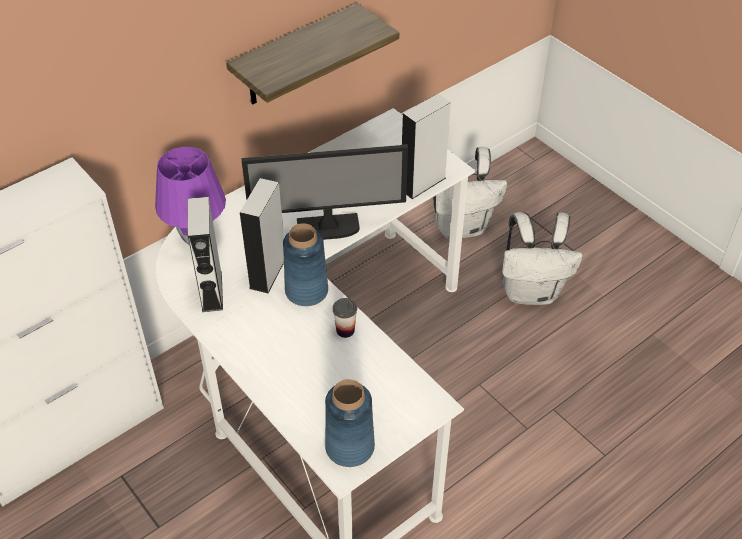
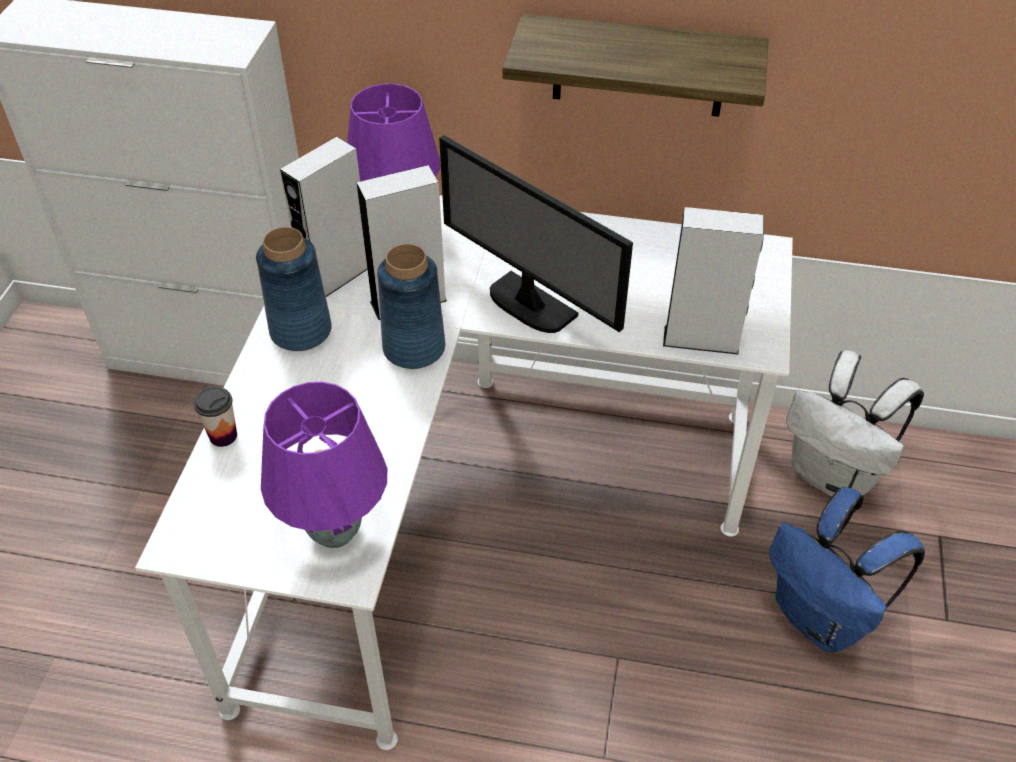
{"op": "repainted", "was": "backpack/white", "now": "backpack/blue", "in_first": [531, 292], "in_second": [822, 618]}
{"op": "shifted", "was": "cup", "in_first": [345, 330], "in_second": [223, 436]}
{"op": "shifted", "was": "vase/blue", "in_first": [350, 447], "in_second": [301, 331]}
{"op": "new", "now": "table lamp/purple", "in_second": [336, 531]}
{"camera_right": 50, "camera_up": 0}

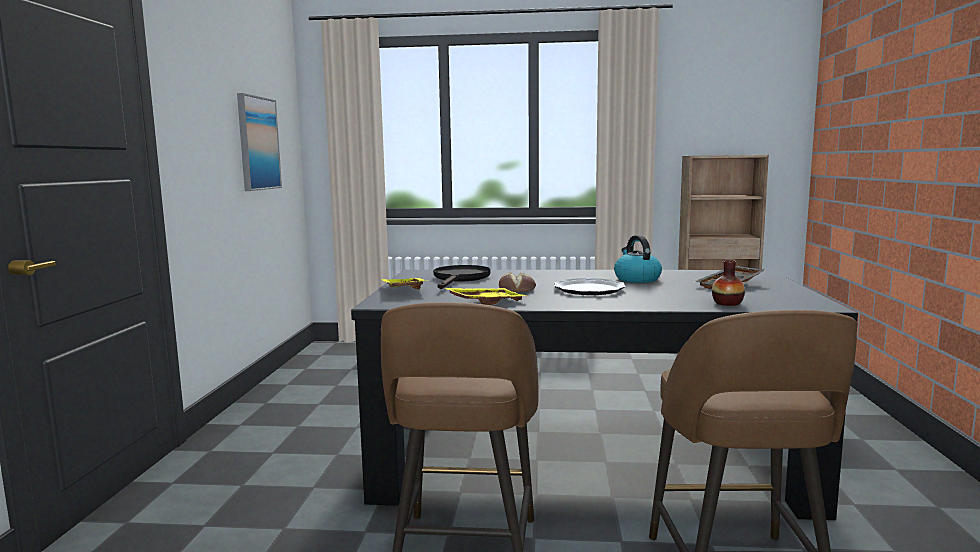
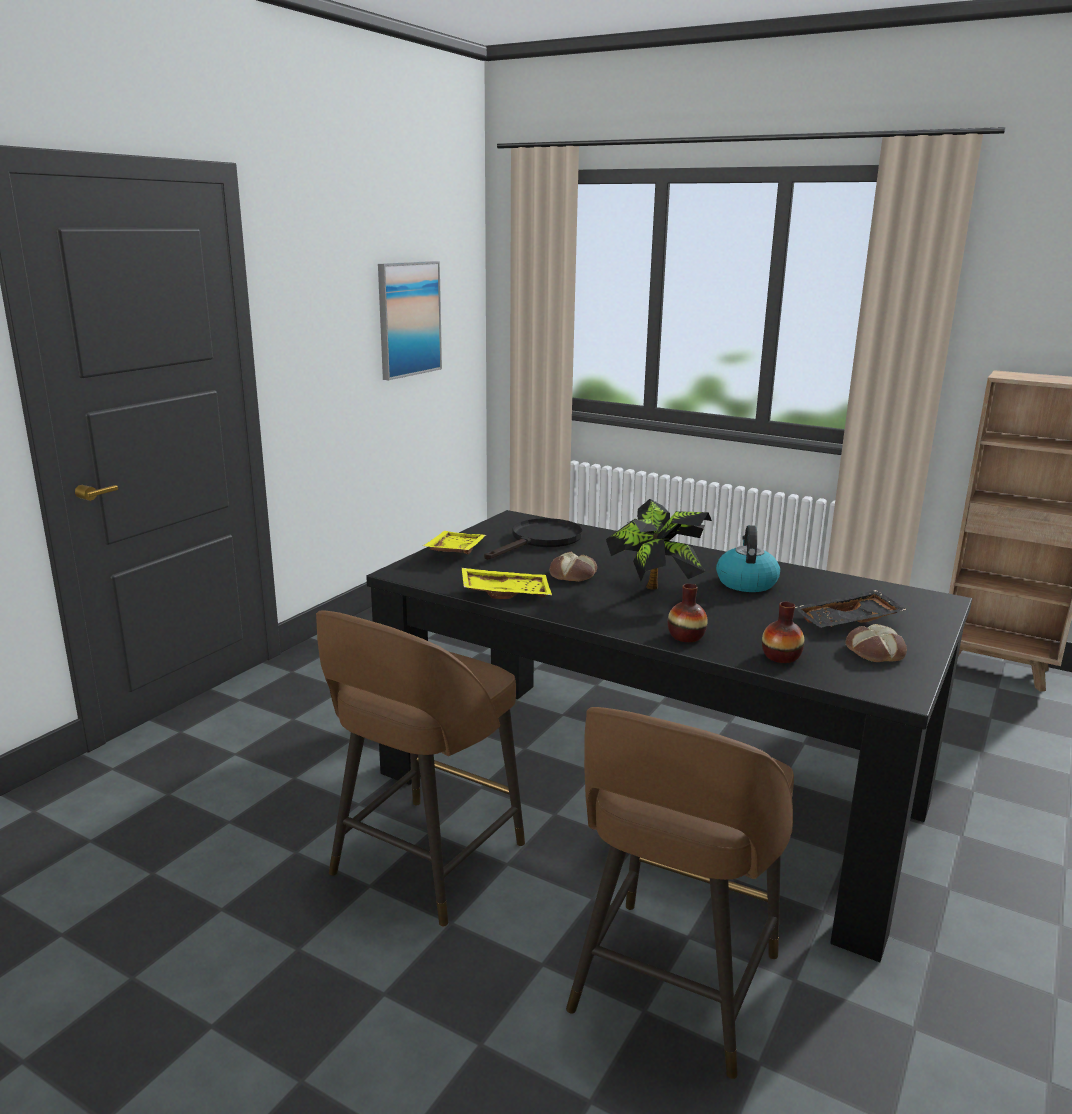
{"op": "swapped", "was": "plate", "now": "potted plant", "in_first": [589, 289], "in_second": [655, 592]}
{"op": "new", "now": "vase", "in_second": [686, 636]}
{"op": "new", "now": "bread", "in_second": [873, 652]}
{"camera_right": 25, "camera_up": 10}

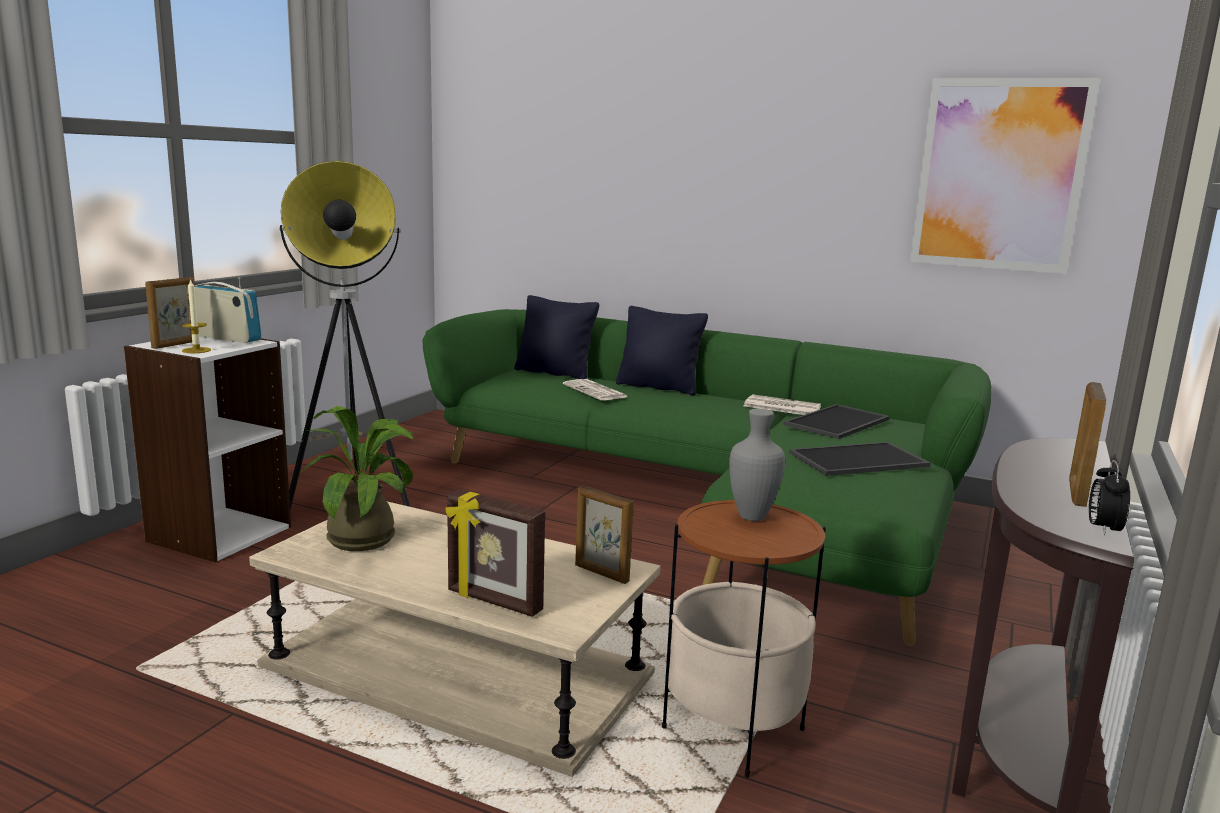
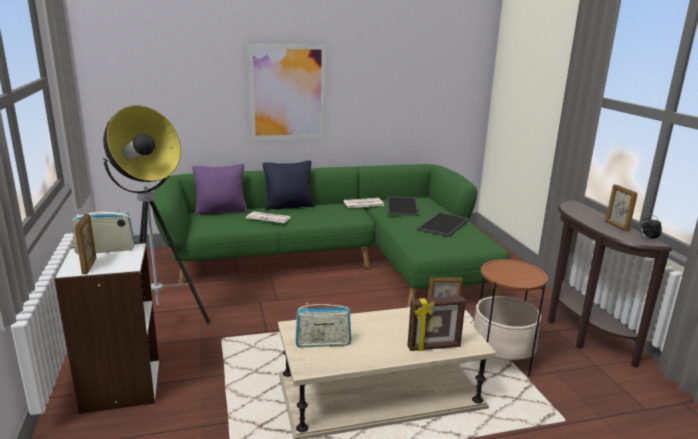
{"op": "shifted", "was": "picture", "in_first": [999, 175], "in_second": [287, 92]}
{"op": "gone", "was": "candle", "in_first": [196, 350]}
{"op": "repainted", "was": "pillow/black", "now": "pillow/purple", "in_first": [554, 373], "in_second": [221, 211]}
{"op": "swapped", "was": "potted plant", "now": "radio", "in_first": [368, 536], "in_second": [323, 343]}
{"op": "gone", "was": "vase/grey", "in_first": [750, 517]}
{"camera_right": -40, "camera_up": 5}

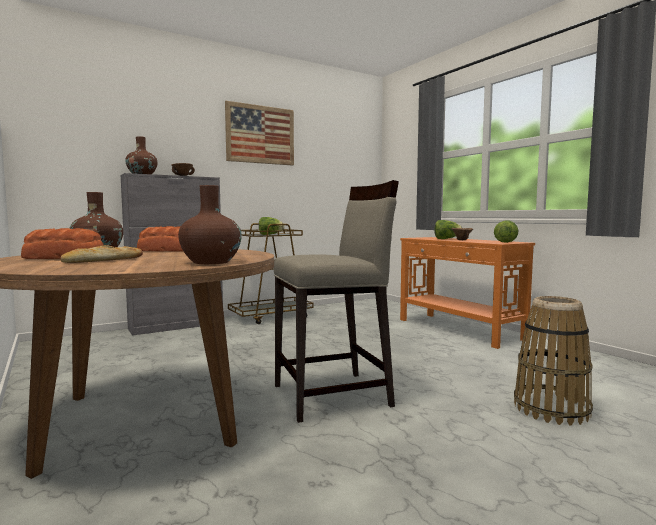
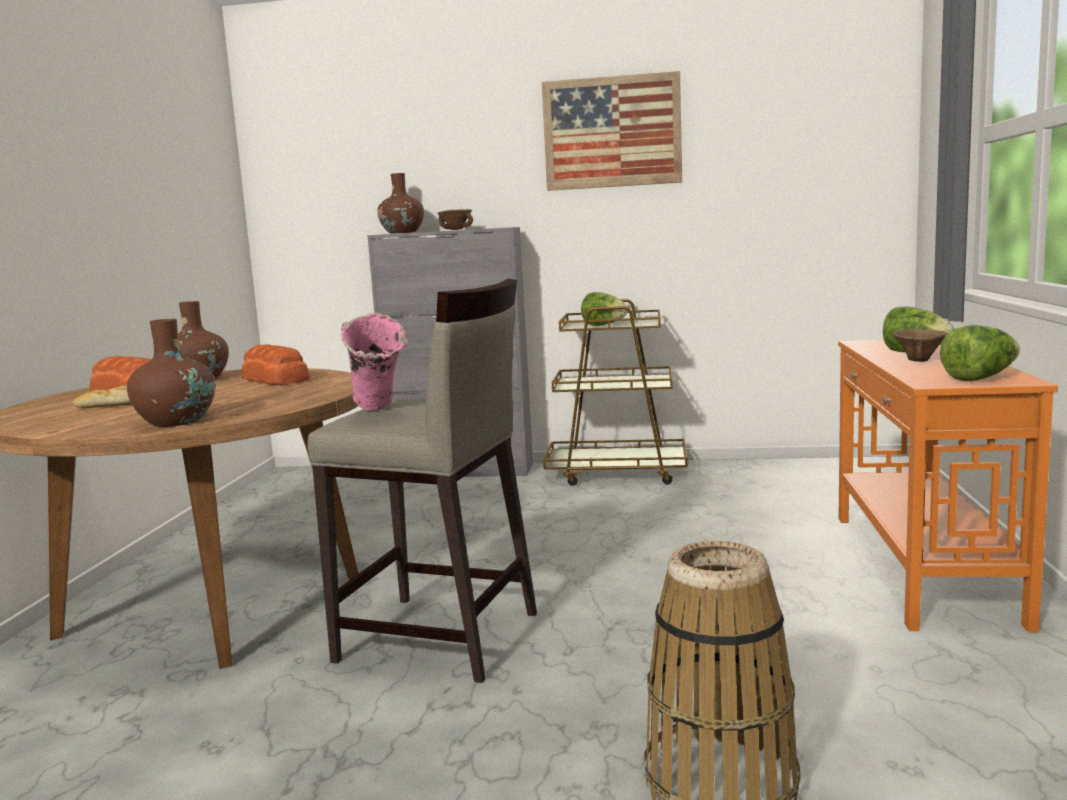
{"op": "new", "now": "vase/pink", "in_second": [378, 413]}
{"camera_right": 40, "camera_up": 5}

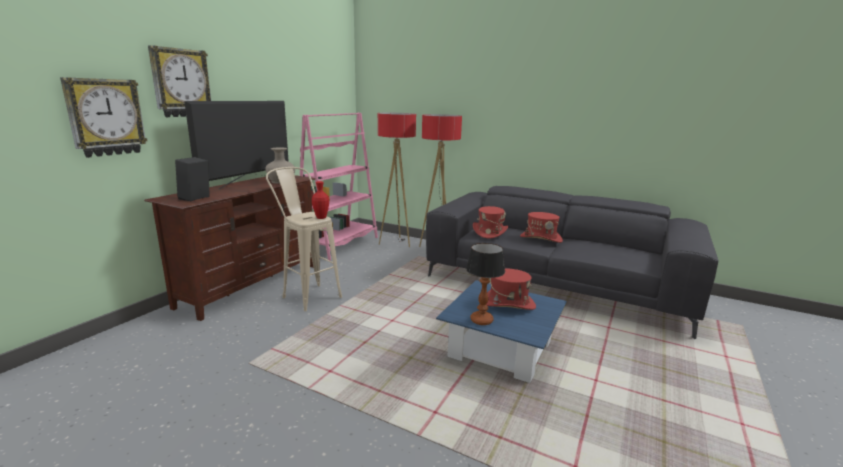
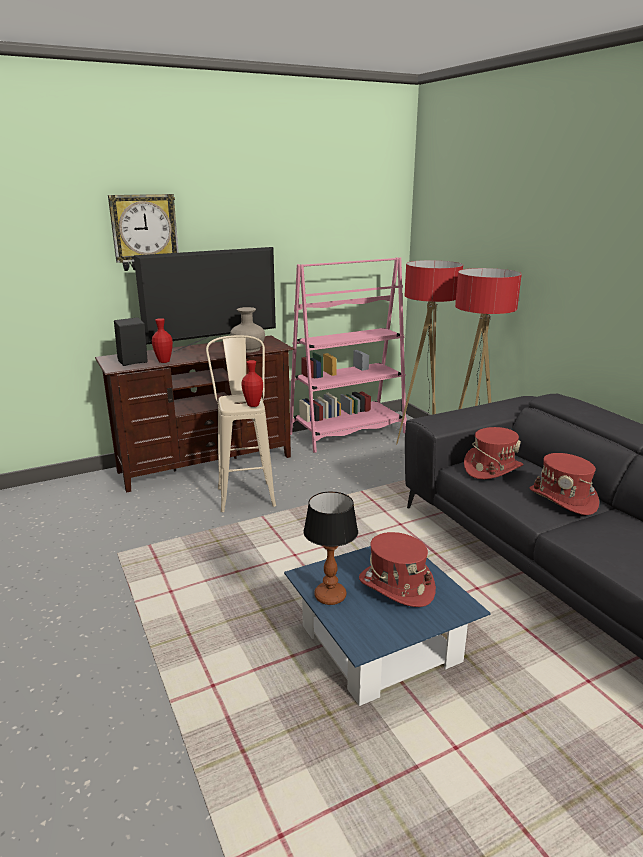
{"op": "gone", "was": "wall clock", "in_first": [105, 117]}
{"op": "new", "now": "vase/red", "in_second": [164, 361]}
{"camera_right": 35, "camera_up": 5}

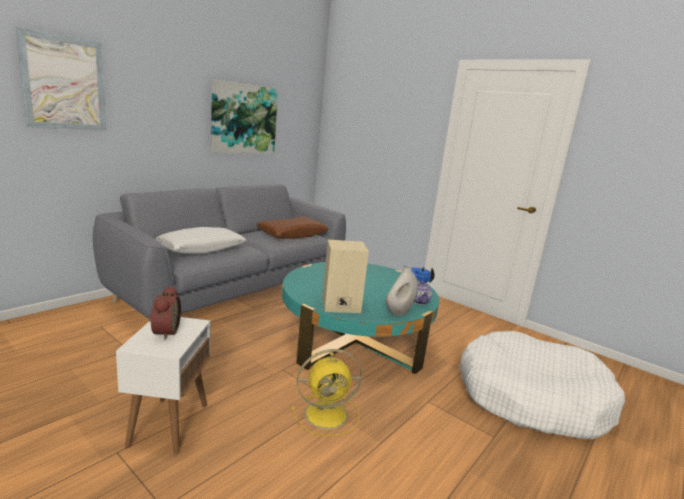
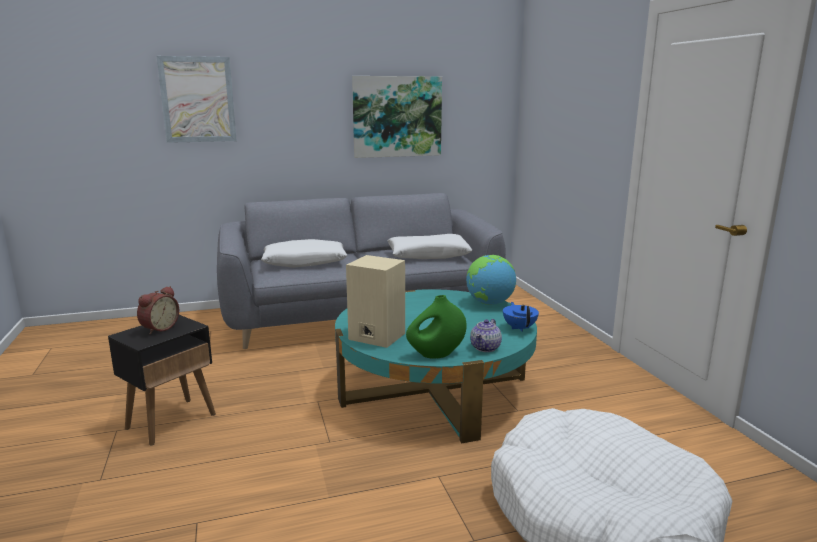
{"op": "repainted", "was": "pillow/brown", "now": "pillow/white", "in_first": [292, 234], "in_second": [428, 255]}
{"op": "repainted", "was": "vase/white", "now": "vase/green", "in_first": [399, 312], "in_second": [436, 355]}
{"op": "repainted", "was": "side table/white", "now": "side table/black", "in_first": [169, 424], "in_second": [172, 421]}
{"op": "gone", "was": "fan/yellow", "in_first": [328, 414]}
{"op": "new", "now": "globe", "in_second": [489, 303]}
{"camera_right": 35, "camera_up": 0}

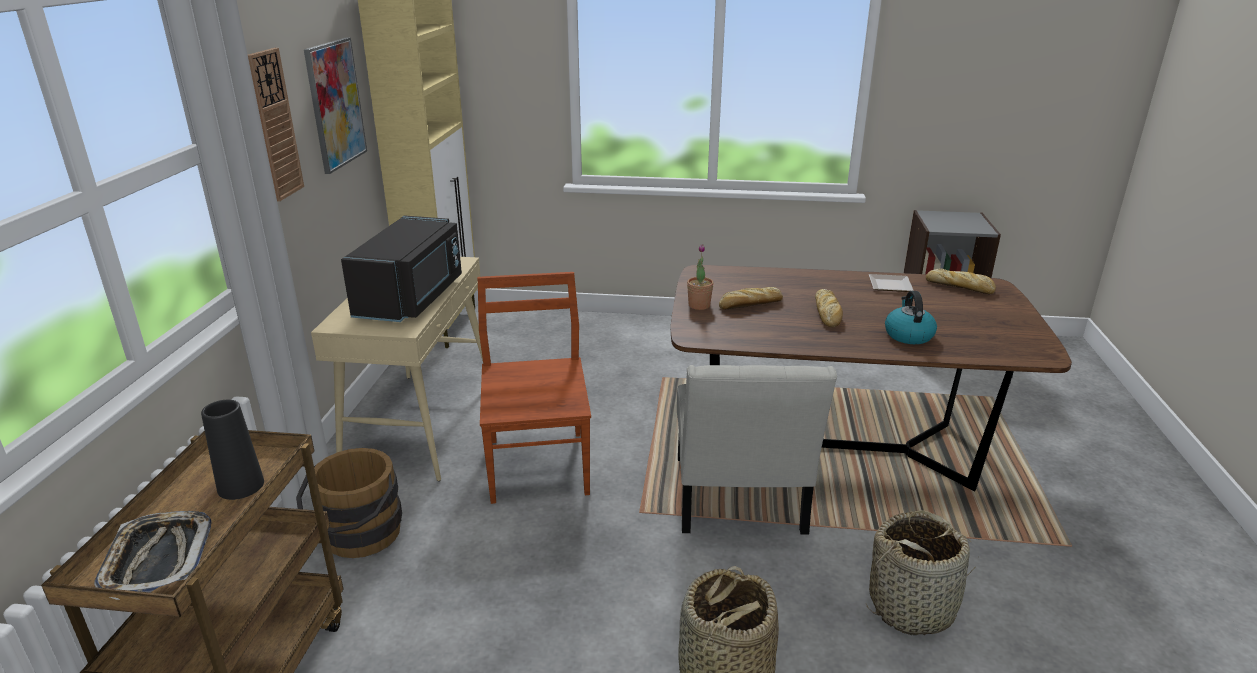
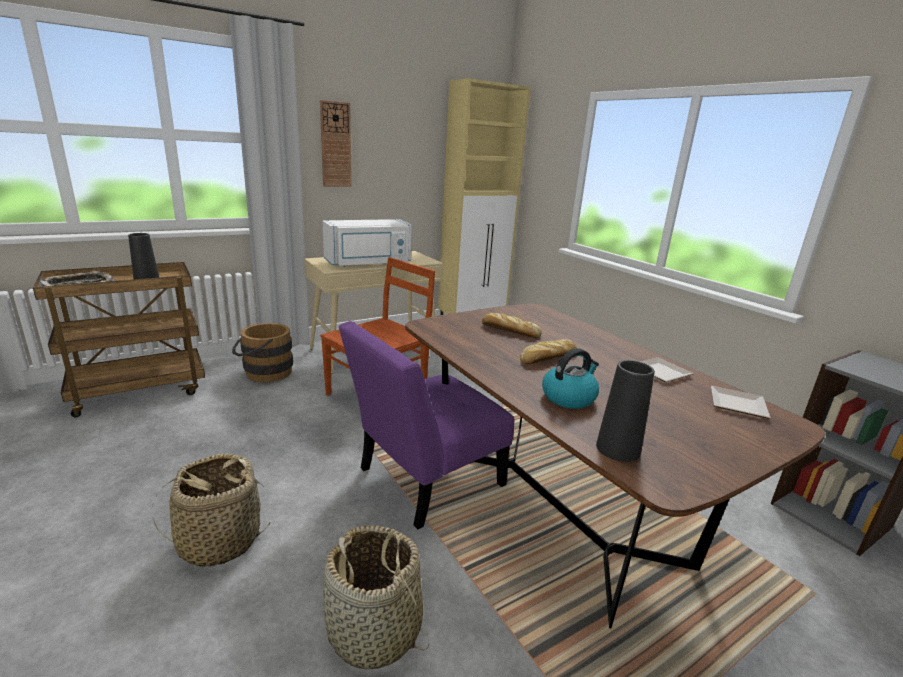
{"op": "gone", "was": "picture", "in_first": [335, 104]}
{"op": "repainted", "was": "microwave/black", "now": "microwave/white", "in_first": [412, 298], "in_second": [369, 263]}
{"op": "gone", "was": "potted plant", "in_first": [699, 305]}
{"op": "swapped", "was": "bread", "now": "plate", "in_first": [960, 287], "in_second": [740, 406]}
{"op": "repainted", "was": "chair/white", "now": "chair/purple", "in_first": [738, 500], "in_second": [424, 480]}
{"op": "new", "now": "vase/black", "in_second": [618, 449]}
{"camera_right": 50, "camera_up": -5}

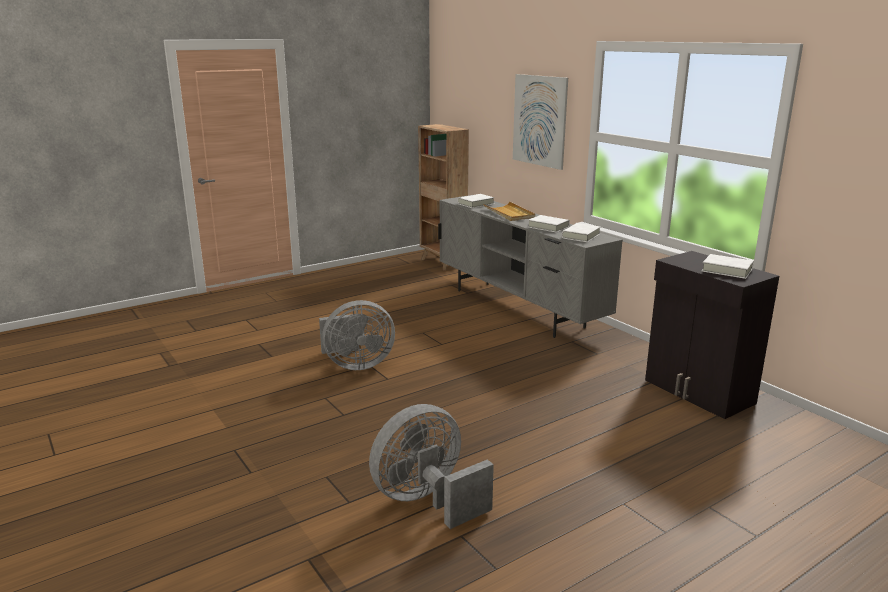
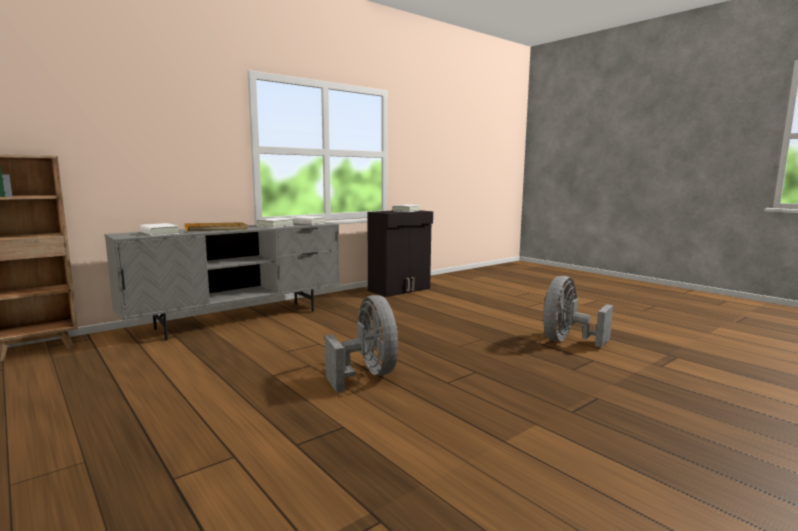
{"op": "gone", "was": "picture", "in_first": [539, 120]}
{"op": "rotated", "was": "fan/grey", "in_first": [427, 500], "in_second": [567, 341], "clockwise": 75}
{"camera_right": -95, "camera_up": -10}

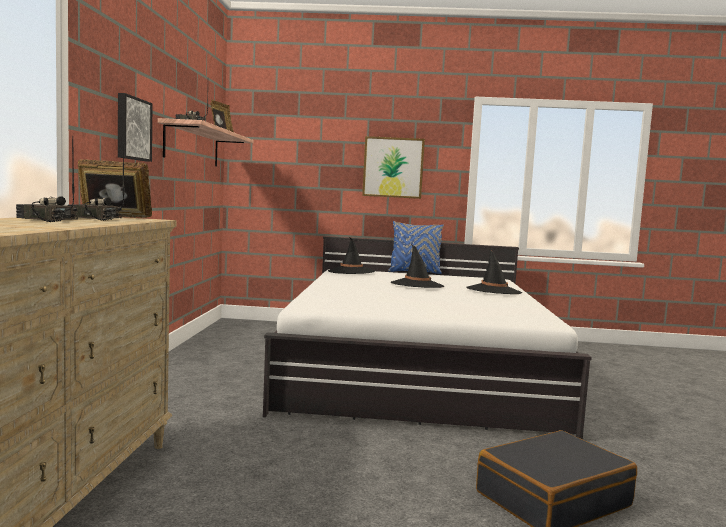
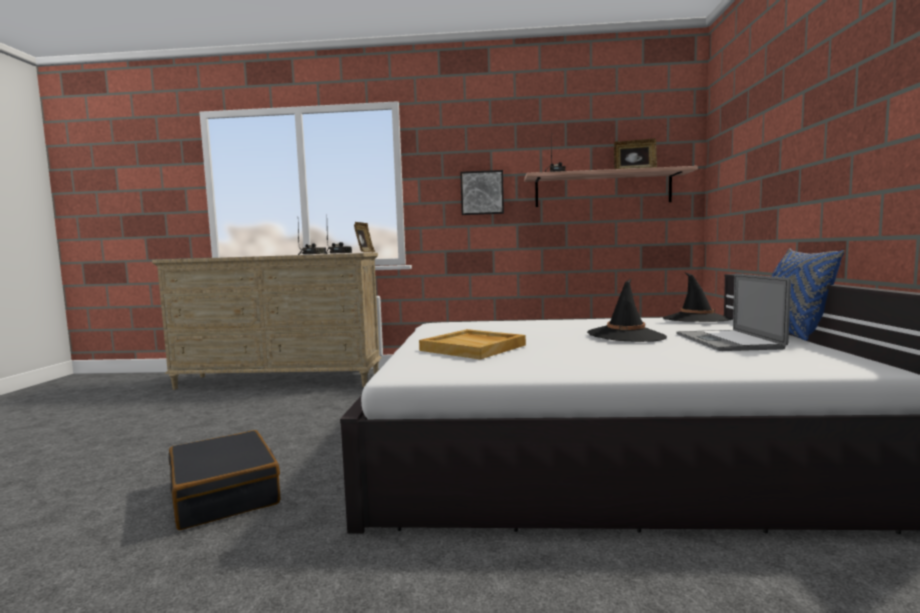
{"op": "gone", "was": "picture", "in_first": [393, 167]}
{"op": "gone", "was": "hat/black", "in_first": [493, 291]}
{"op": "new", "now": "laptop", "in_second": [727, 341]}
{"op": "new", "now": "tray/beige", "in_second": [474, 348]}
{"camera_right": 90, "camera_up": 0}

